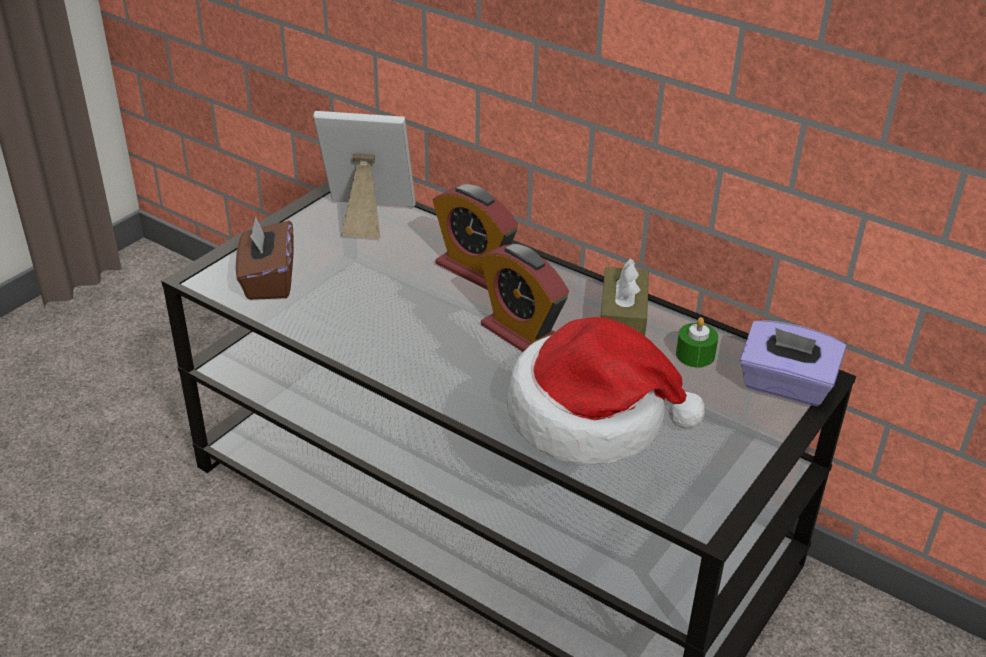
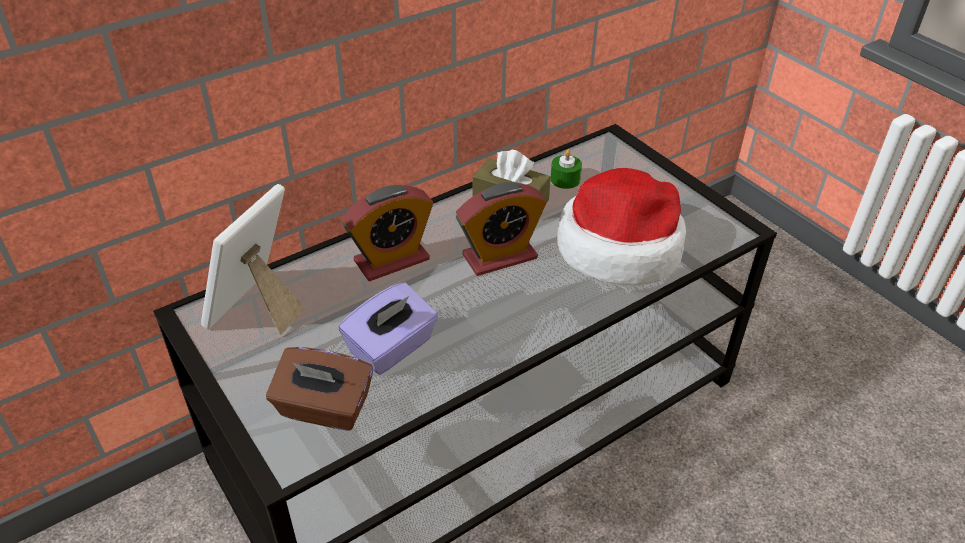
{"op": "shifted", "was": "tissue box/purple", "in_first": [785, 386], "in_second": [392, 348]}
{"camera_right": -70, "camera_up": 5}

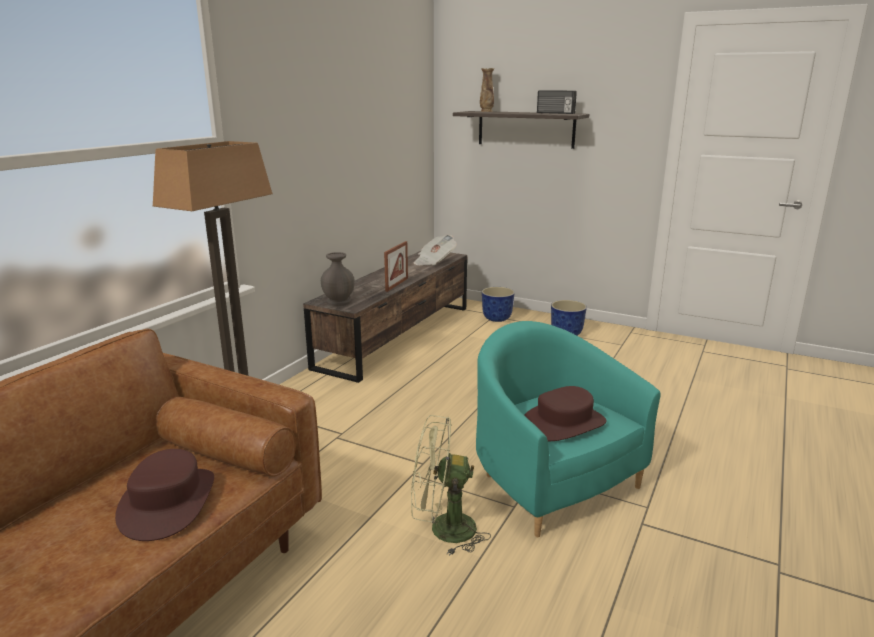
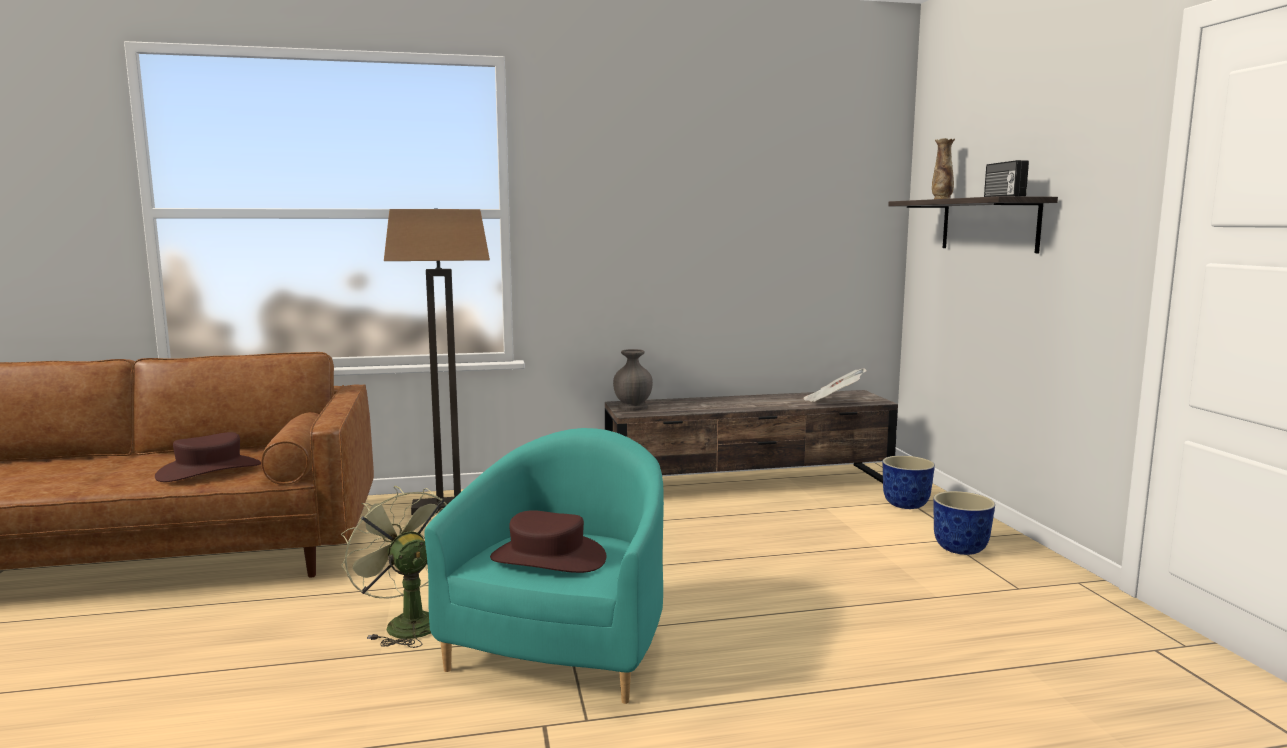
{"op": "gone", "was": "picture frame", "in_first": [397, 284]}
{"camera_right": 50, "camera_up": -10}

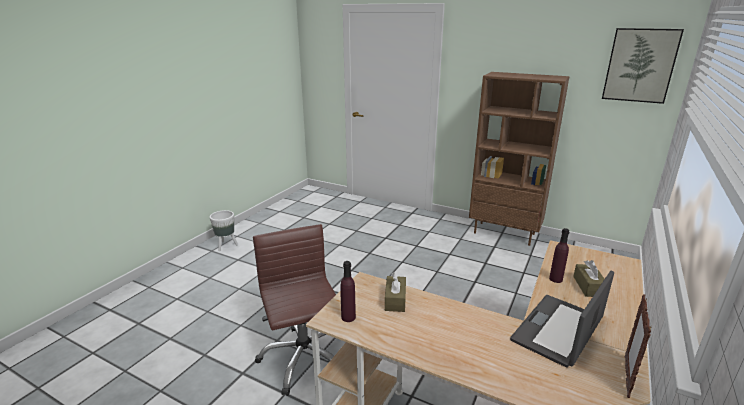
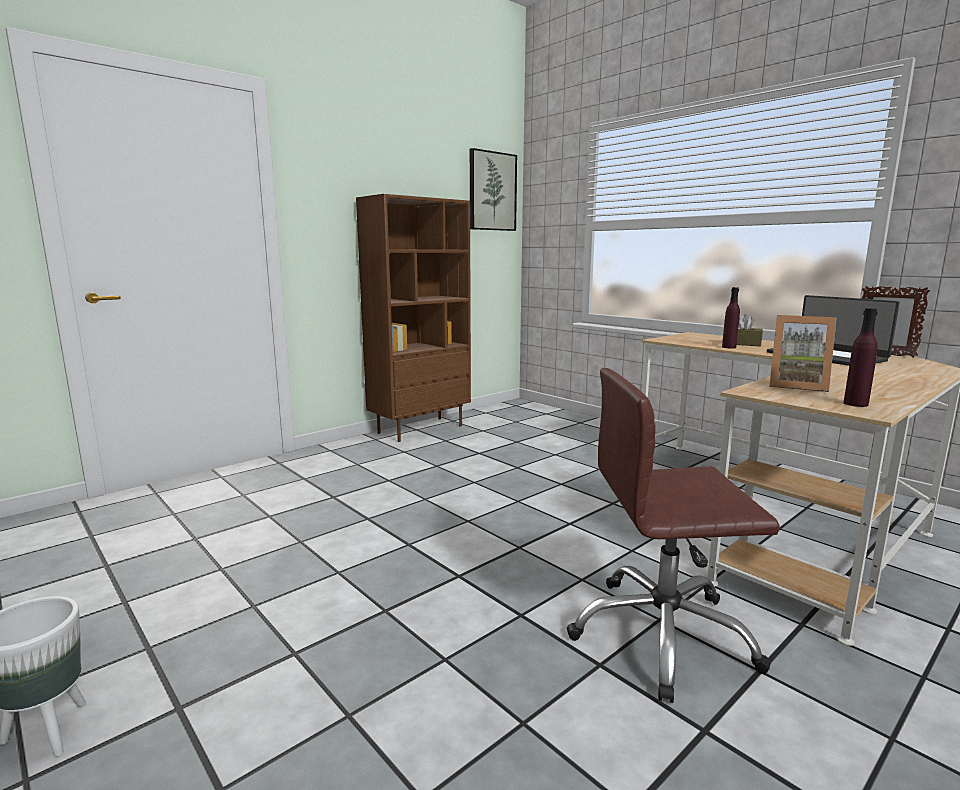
{"op": "swapped", "was": "tissue box/brown", "now": "picture frame", "in_first": [395, 300], "in_second": [796, 385]}
{"camera_right": -70, "camera_up": -10}

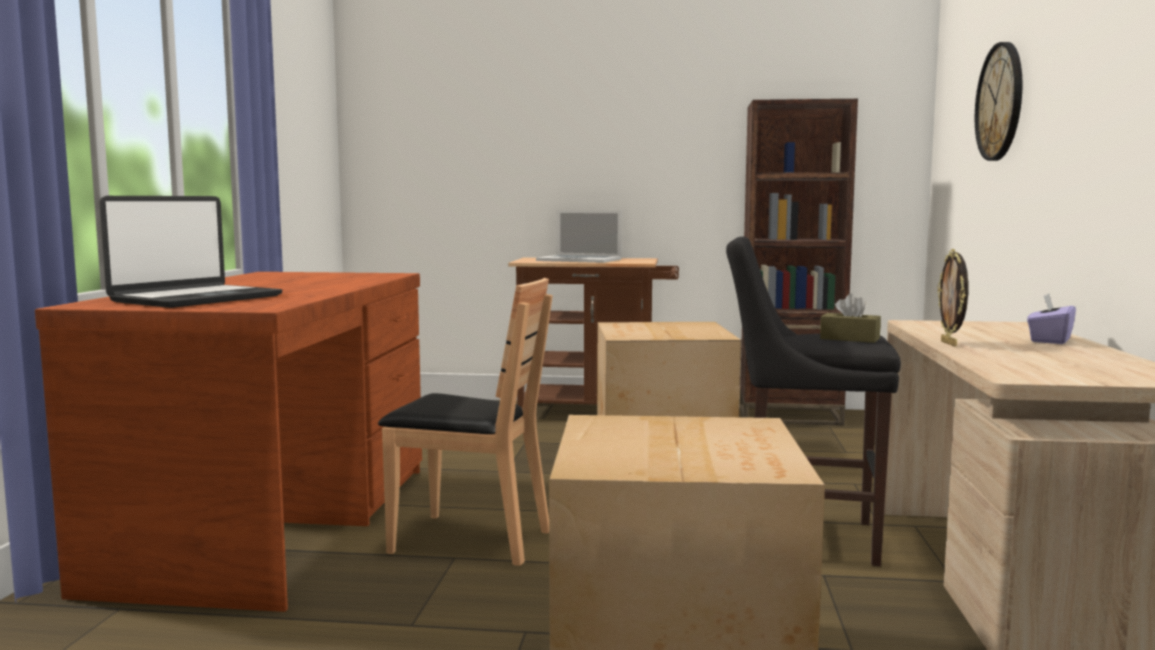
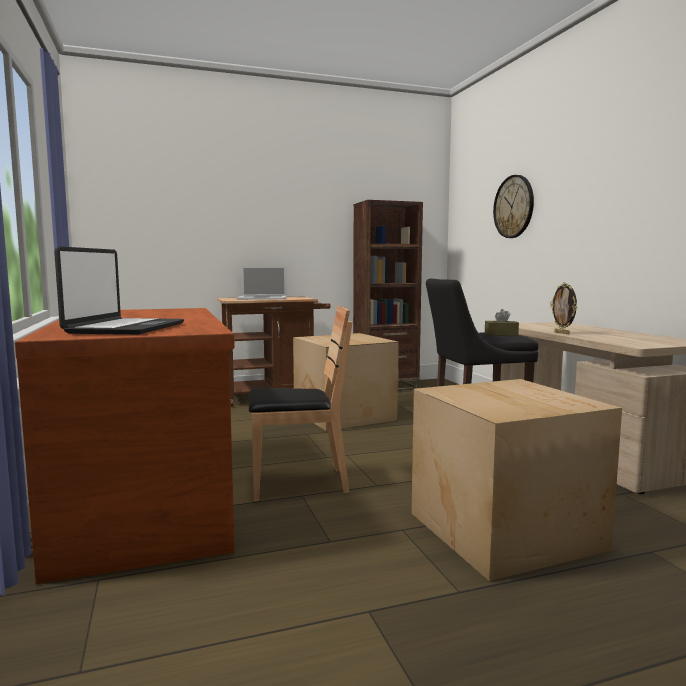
{"op": "gone", "was": "tissue box/purple", "in_first": [1049, 340]}
{"camera_right": -25, "camera_up": 0}

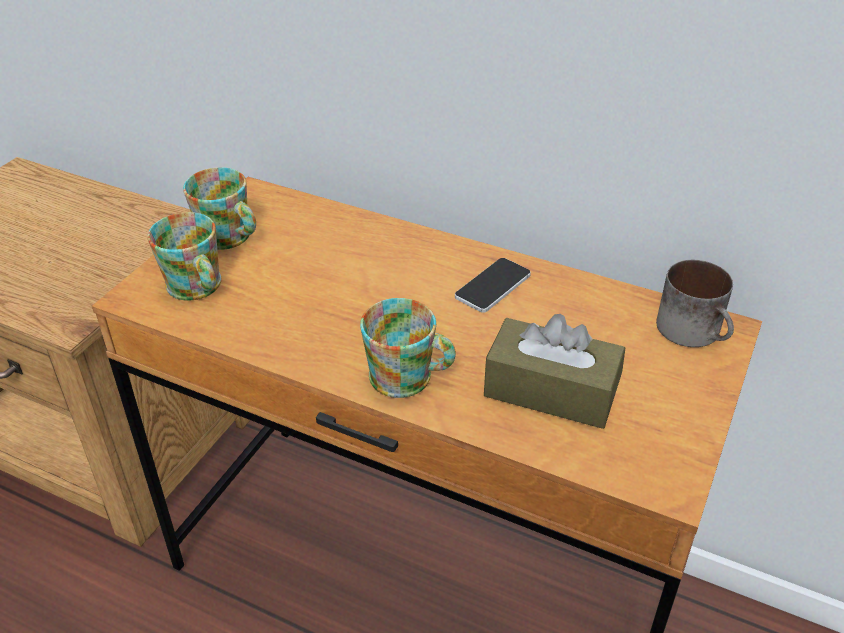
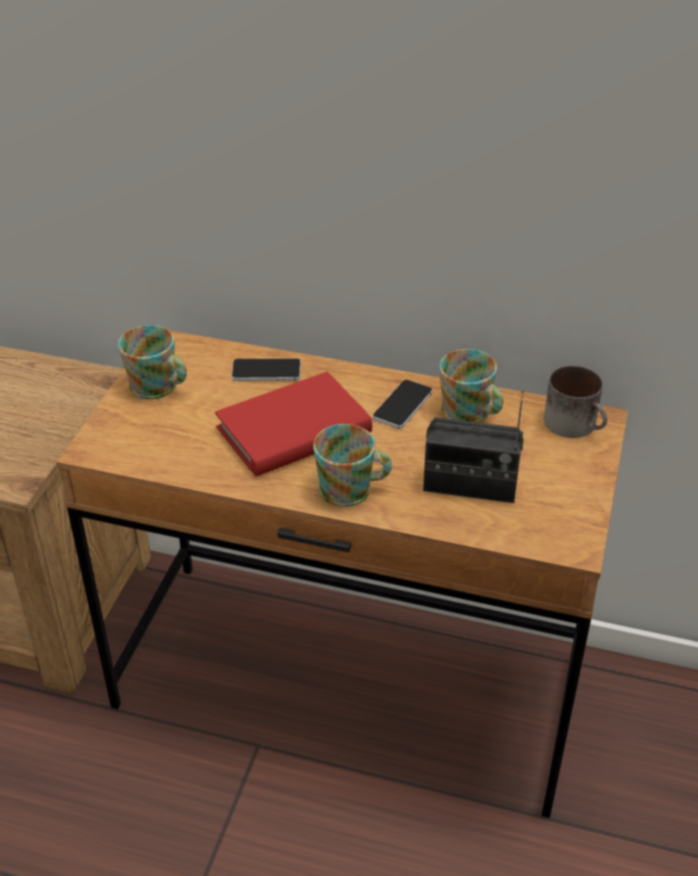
{"op": "shifted", "was": "mug", "in_first": [196, 288], "in_second": [470, 414]}
{"op": "swapped", "was": "tissue box/brown", "now": "radio", "in_first": [551, 391], "in_second": [470, 486]}
{"op": "new", "now": "phone", "in_second": [266, 371]}
{"op": "new", "now": "book/red", "in_second": [294, 431]}
{"camera_right": -10, "camera_up": 0}

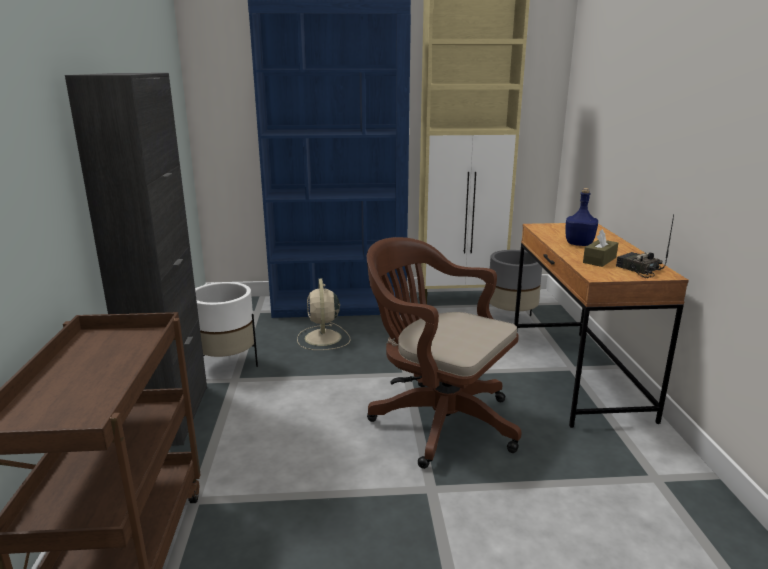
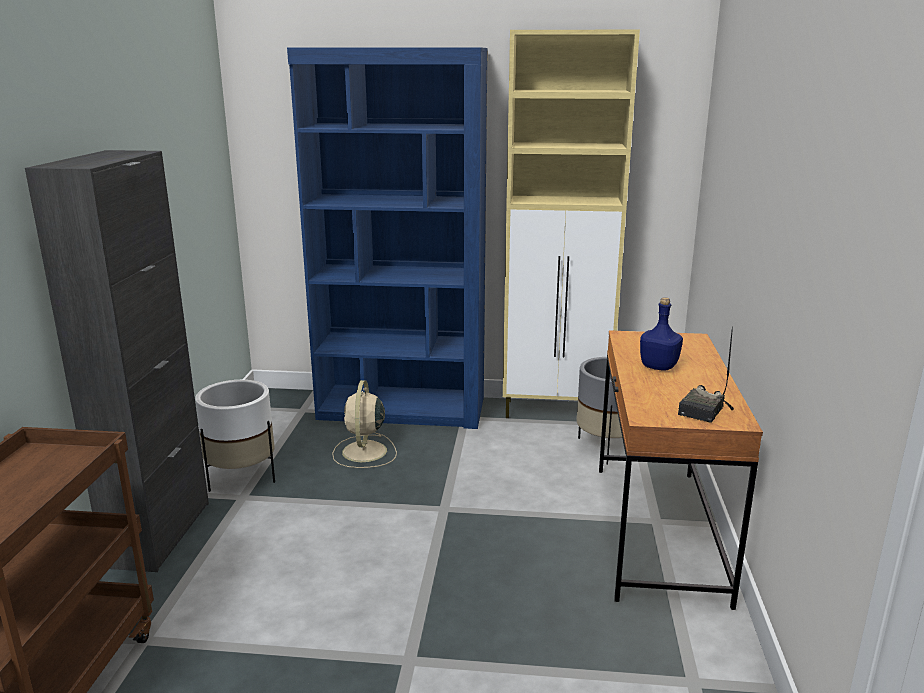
{"op": "rotated", "was": "radio", "in_first": [637, 270], "in_second": [705, 412], "clockwise": -120}
{"op": "gone", "was": "tissue box/brown", "in_first": [599, 260]}
{"op": "gone", "was": "office chair/brown", "in_first": [437, 420]}
{"camera_right": 10, "camera_up": 0}

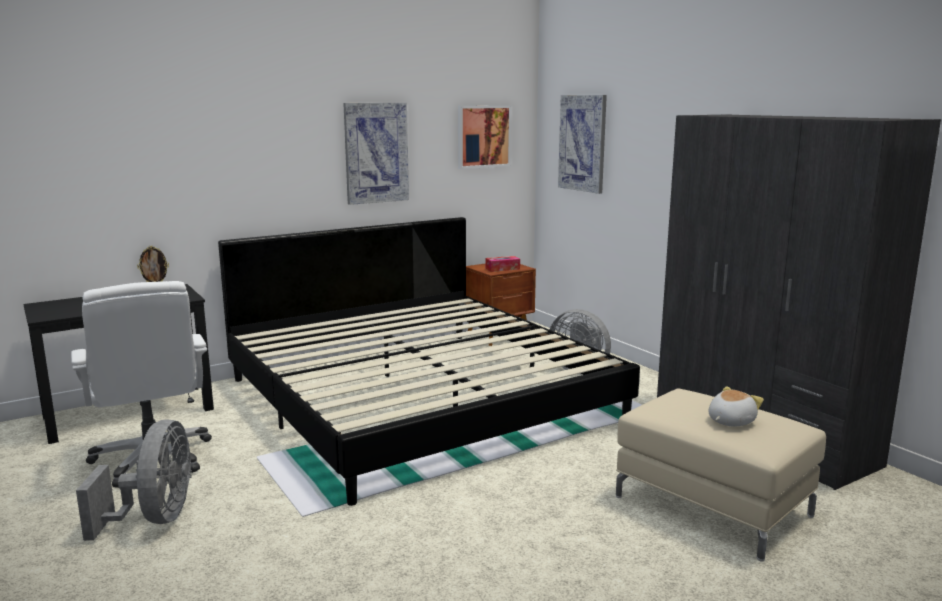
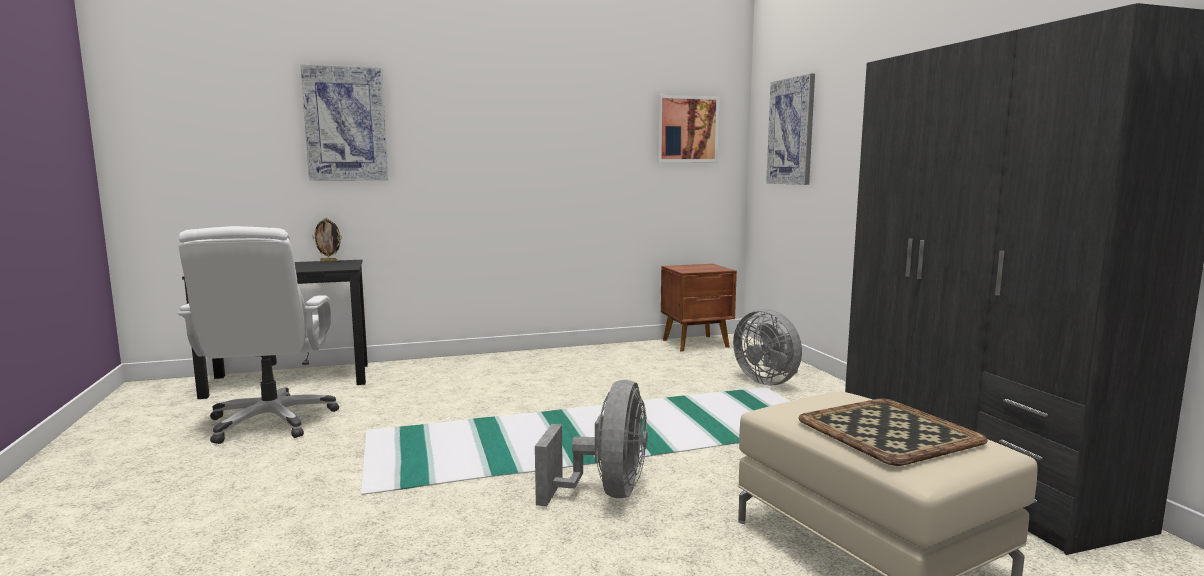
{"op": "shifted", "was": "picture", "in_first": [376, 153], "in_second": [345, 124]}
{"op": "gone", "was": "bed", "in_first": [419, 398]}
{"op": "gone", "was": "tissue box", "in_first": [502, 268]}
{"op": "swapped", "was": "plush toy", "now": "tray", "in_first": [730, 421], "in_second": [886, 431]}
{"op": "shifted", "was": "fan/grey", "in_first": [155, 518], "in_second": [606, 492]}
{"camera_right": 15, "camera_up": -5}

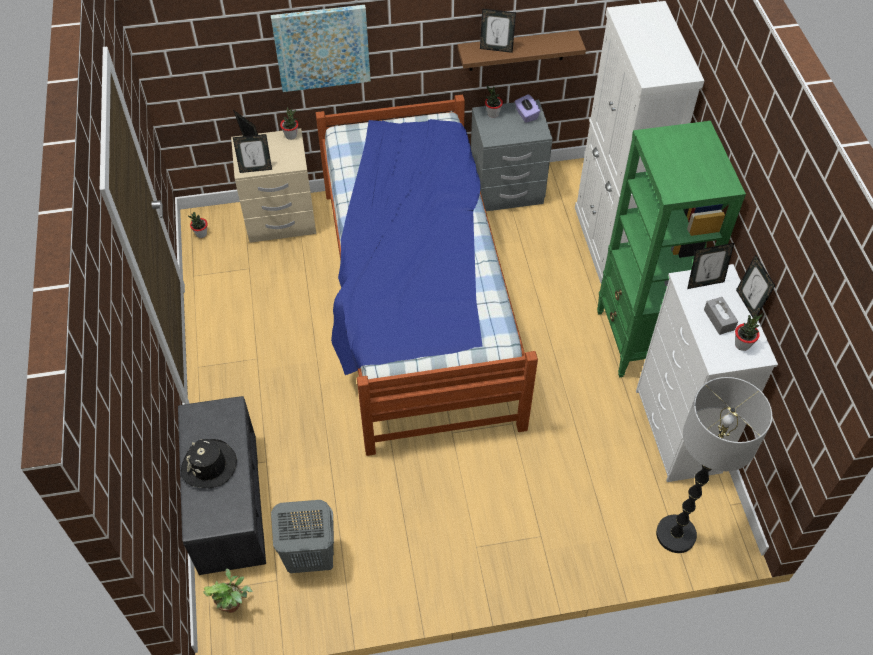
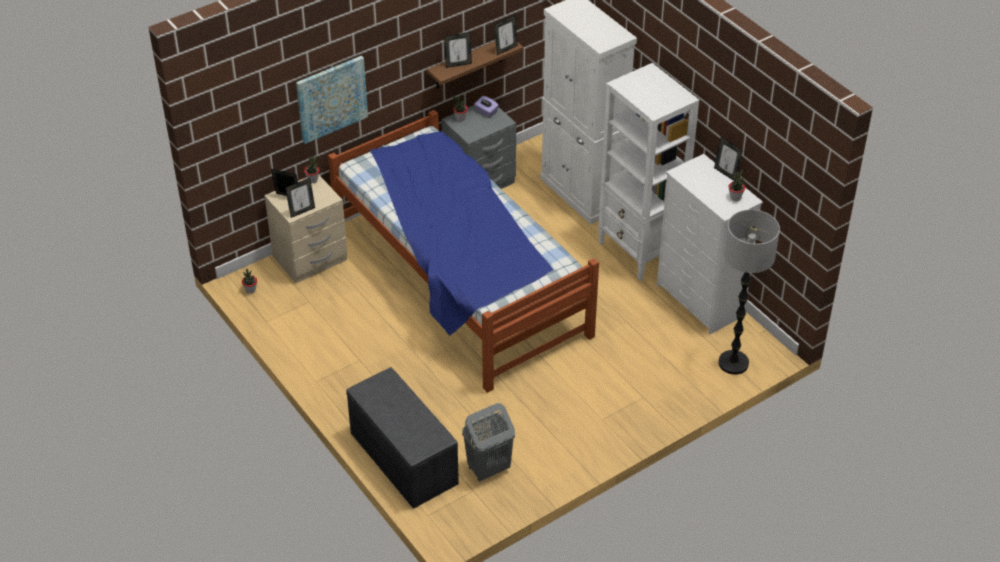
{"op": "repainted", "was": "bookcase/green", "now": "bookcase/white", "in_first": [638, 340], "in_second": [639, 252]}
{"op": "shifted", "was": "picture frame", "in_first": [704, 283], "in_second": [505, 49]}
{"op": "gone", "was": "tissue box/grey", "in_first": [719, 319]}
{"op": "gone", "was": "hat/black", "in_first": [209, 466]}
{"op": "gone", "was": "potted plant", "in_first": [233, 603]}
{"camera_right": -25, "camera_up": -10}

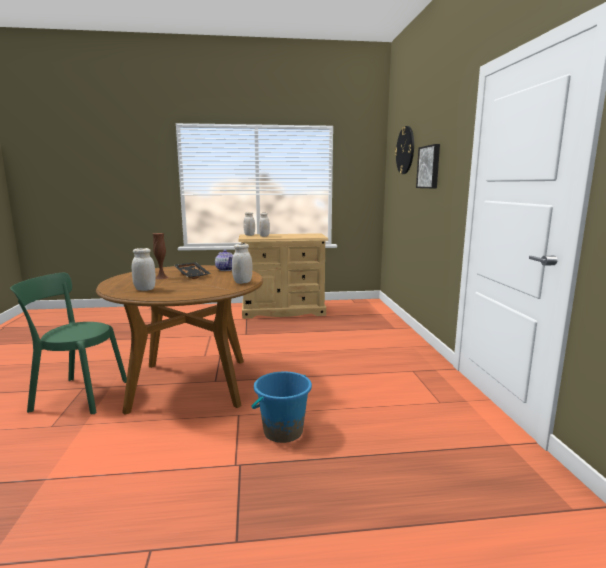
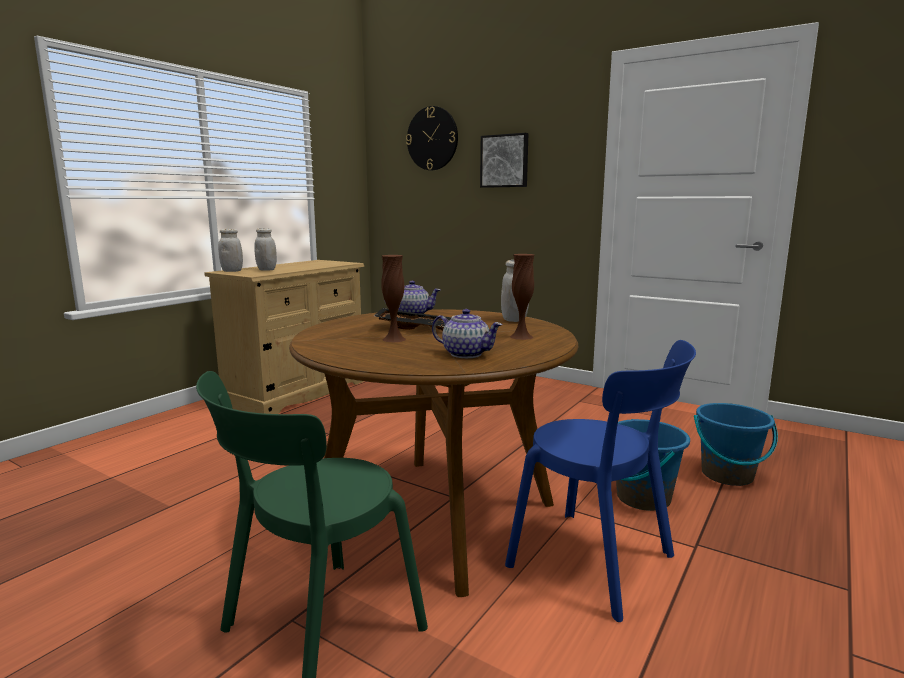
{"op": "swapped", "was": "jar/white", "now": "teapot", "in_first": [145, 289], "in_second": [465, 354]}
{"op": "new", "now": "vase/brown", "in_second": [521, 337]}
{"op": "new", "now": "chair/blue", "in_second": [598, 564]}
{"op": "new", "now": "bucket/blue", "in_second": [727, 475]}
{"camera_right": -50, "camera_up": 0}

